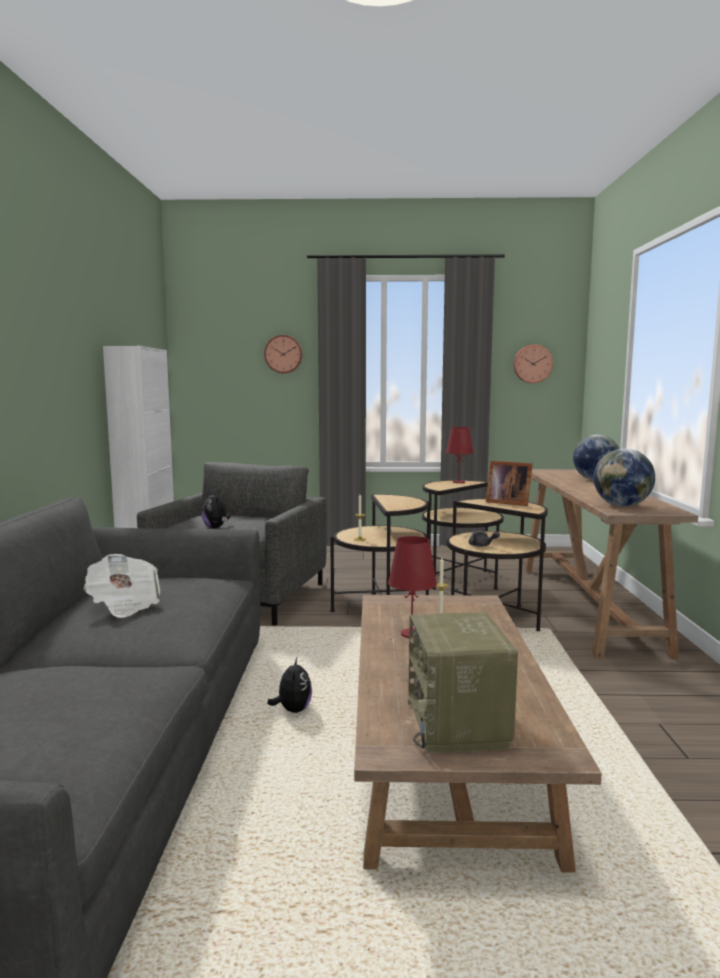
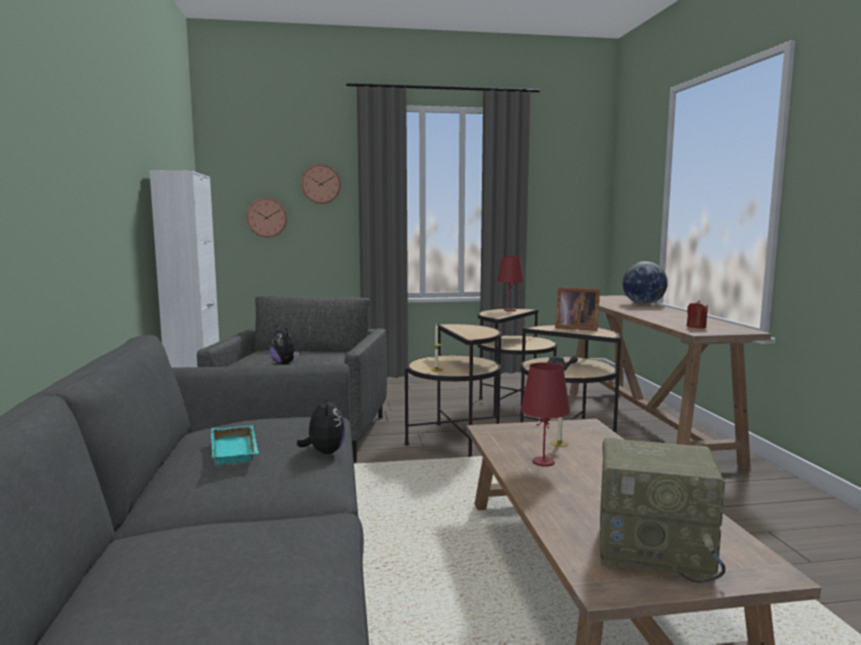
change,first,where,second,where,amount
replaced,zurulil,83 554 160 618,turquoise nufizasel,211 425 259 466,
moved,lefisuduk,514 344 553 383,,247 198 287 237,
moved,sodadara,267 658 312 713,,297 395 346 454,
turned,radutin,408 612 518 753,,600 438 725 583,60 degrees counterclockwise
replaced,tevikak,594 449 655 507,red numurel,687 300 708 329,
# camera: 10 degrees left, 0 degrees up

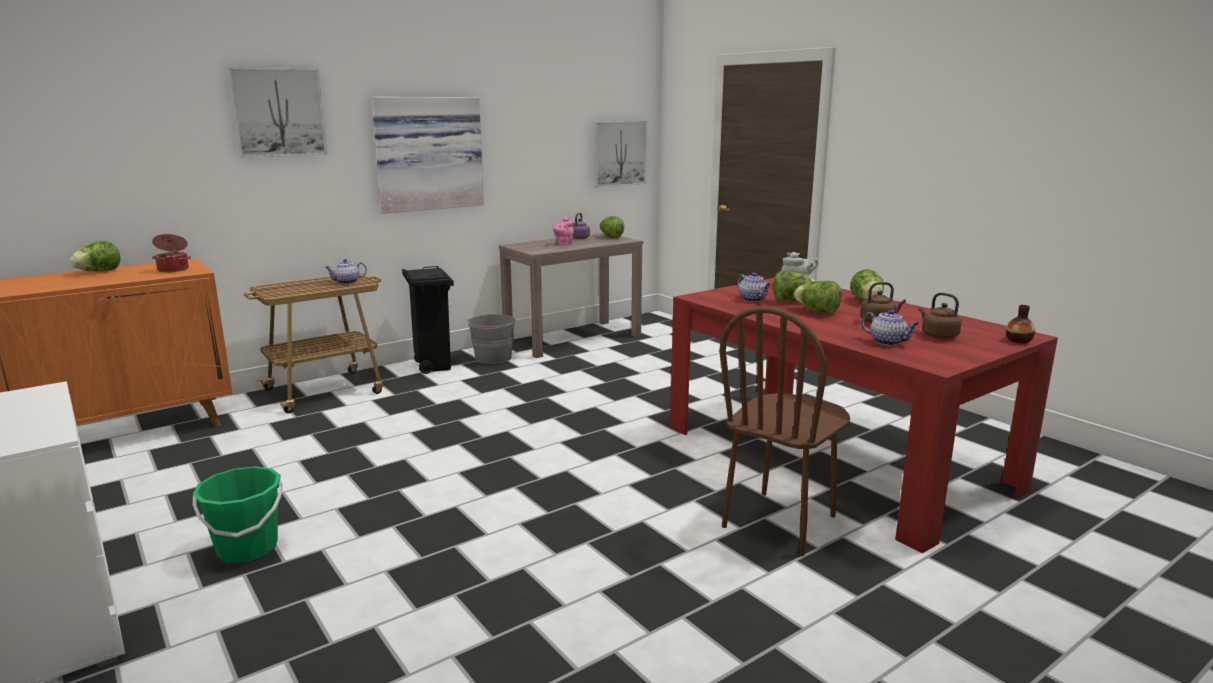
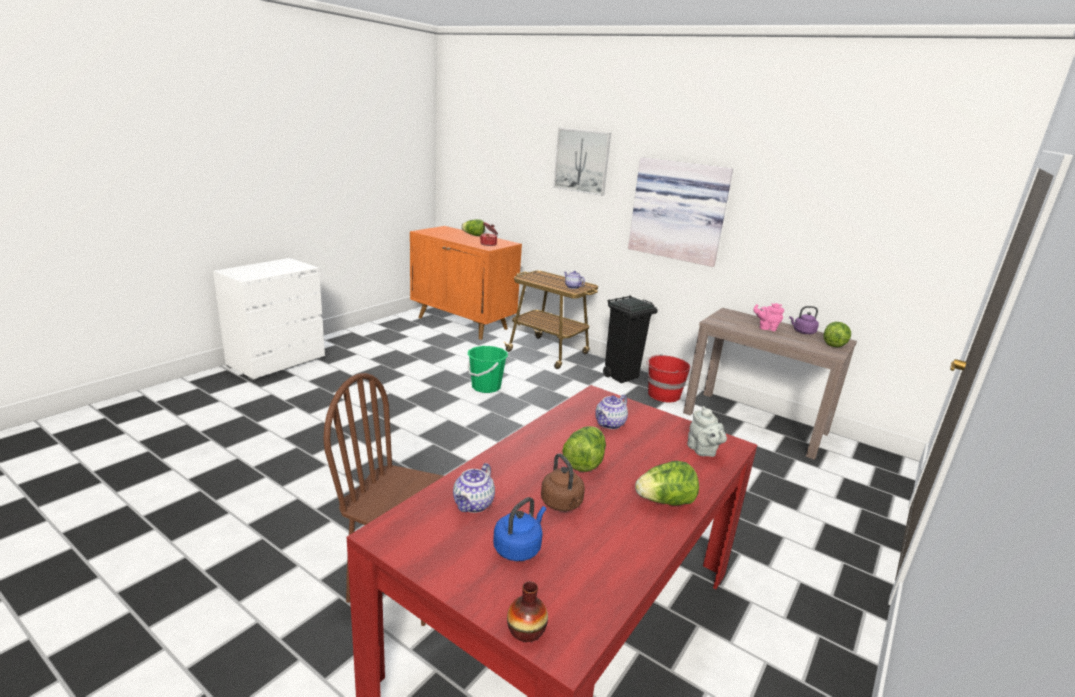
change,first,where,second,where,amount
moved,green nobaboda,192 466 282 563,,467 346 508 393,
recoloured,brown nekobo,919 293 962 339,blue nekobo,493 497 546 561,
recoloured,grey nobaboda,467 314 515 364,red nobaboda,646 354 690 402,
removed,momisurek,594 121 647 188,,,
removed,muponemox,773 271 815 302,,,
# camera: 70 degrees right, 5 degrees up

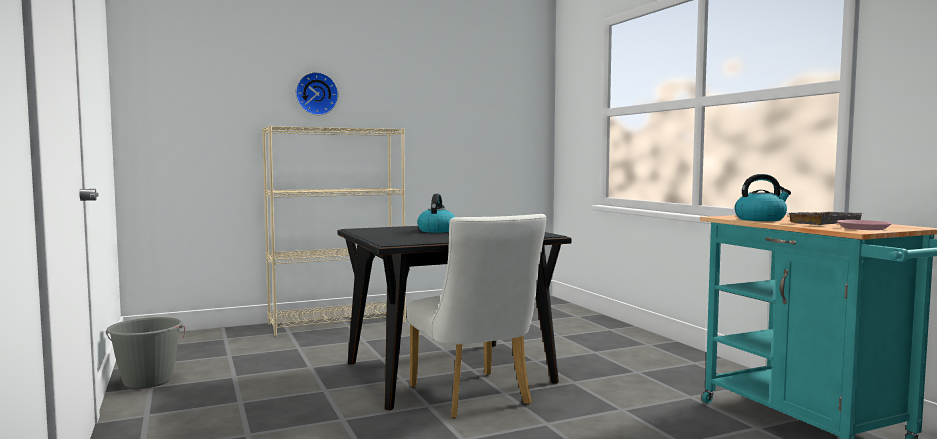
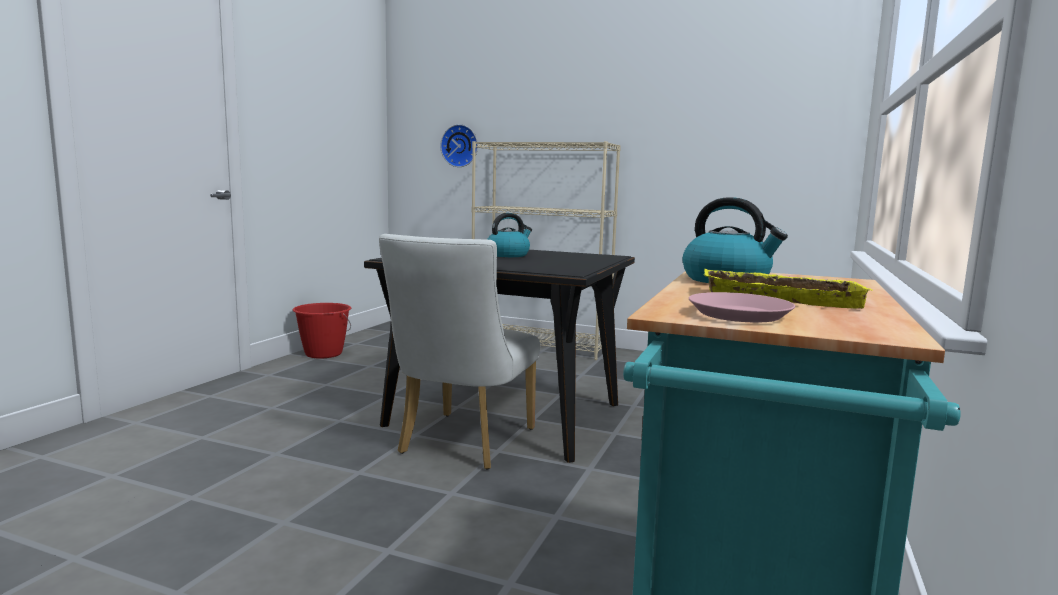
change,first,where,second,where,amount
recoloured,grey nobaboda,106 317 185 389,red nobaboda,293 303 351 359,
moved,lefisuduk,295 72 339 115,,440 124 478 167,
recoloured,grey nufizasel,786 212 863 225,yellow nufizasel,704 269 872 309,
# camera: 45 degrees right, 5 degrees up

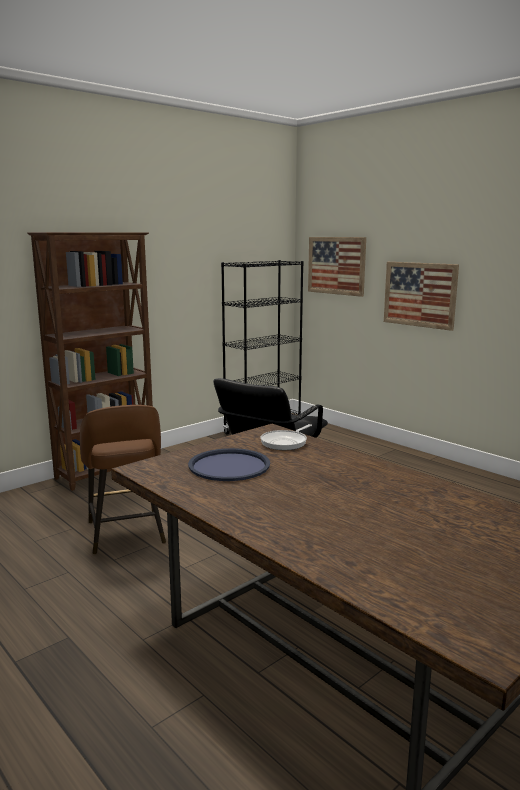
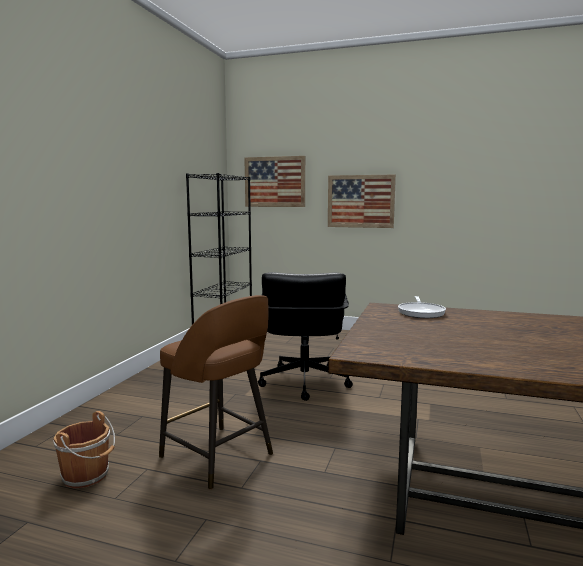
change,first,where,second,where,amount
added,,,brown nobaboda,53 411 115 488,
removed,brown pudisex,27 232 153 491,,,
removed,blue nufizasel,188 448 270 481,,,
# camera: 30 degrees left, 5 degrees down

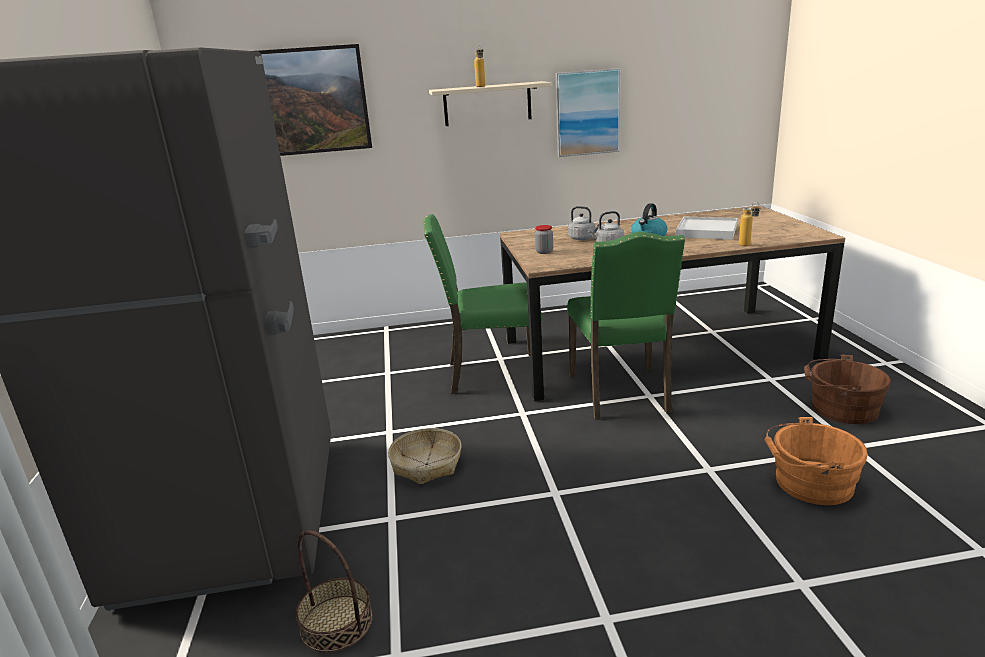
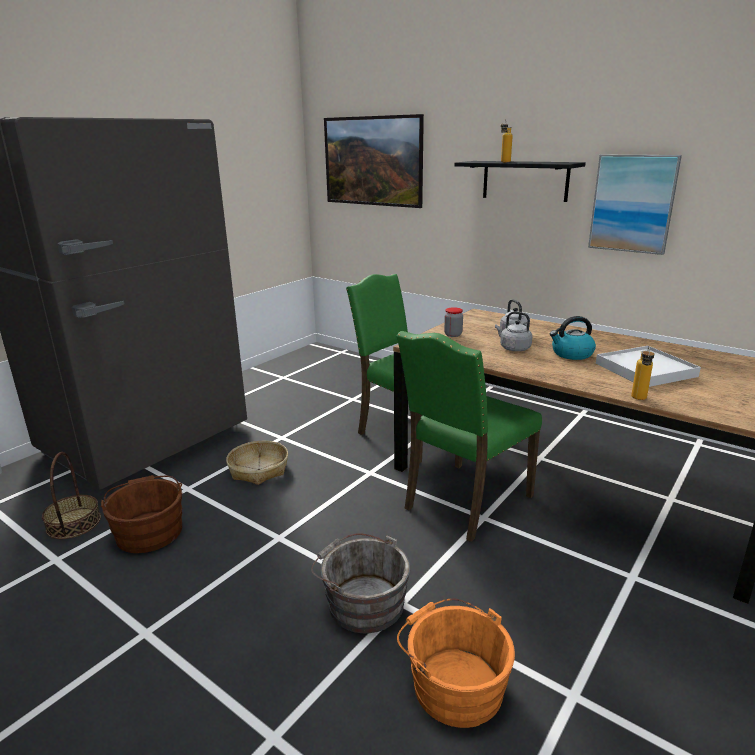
change,first,where,second,where,amount
moved,brown nobaboda,804 355 891 424,,101 475 182 553,
added,,,grey nobaboda,311 533 410 633,
recoloured,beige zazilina,429 81 552 126,black zazilina,454 161 586 202,
# camera: 45 degrees right, 0 degrees up

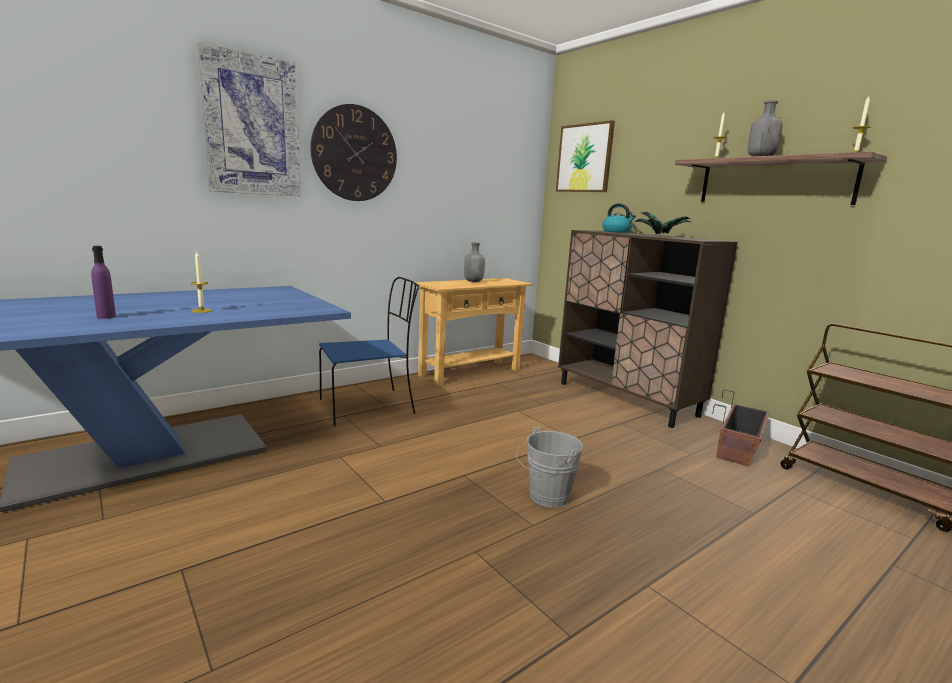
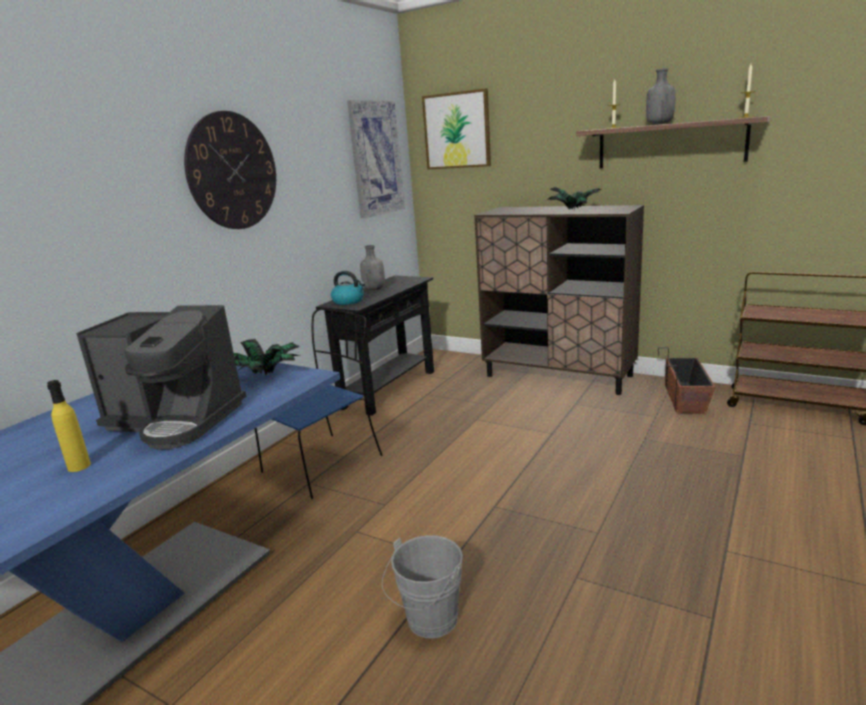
change,first,where,second,where,amount
recoloured,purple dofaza,91 246 116 319,yellow dofaza,47 380 91 472,
replaced,numurel,190 252 212 313,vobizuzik,76 305 246 450,
added,,,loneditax,234 339 300 375,
recoloured,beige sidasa,414 278 533 386,black sidasa,316 275 434 416,
moved,nekobo,602 203 636 233,,331 271 365 305,
moved,momisurek,198 42 301 197,,347 100 405 218,
moved,grey nobaboda,516 426 583 508,,382 535 463 638,
# camera: 20 degrees left, 5 degrees up

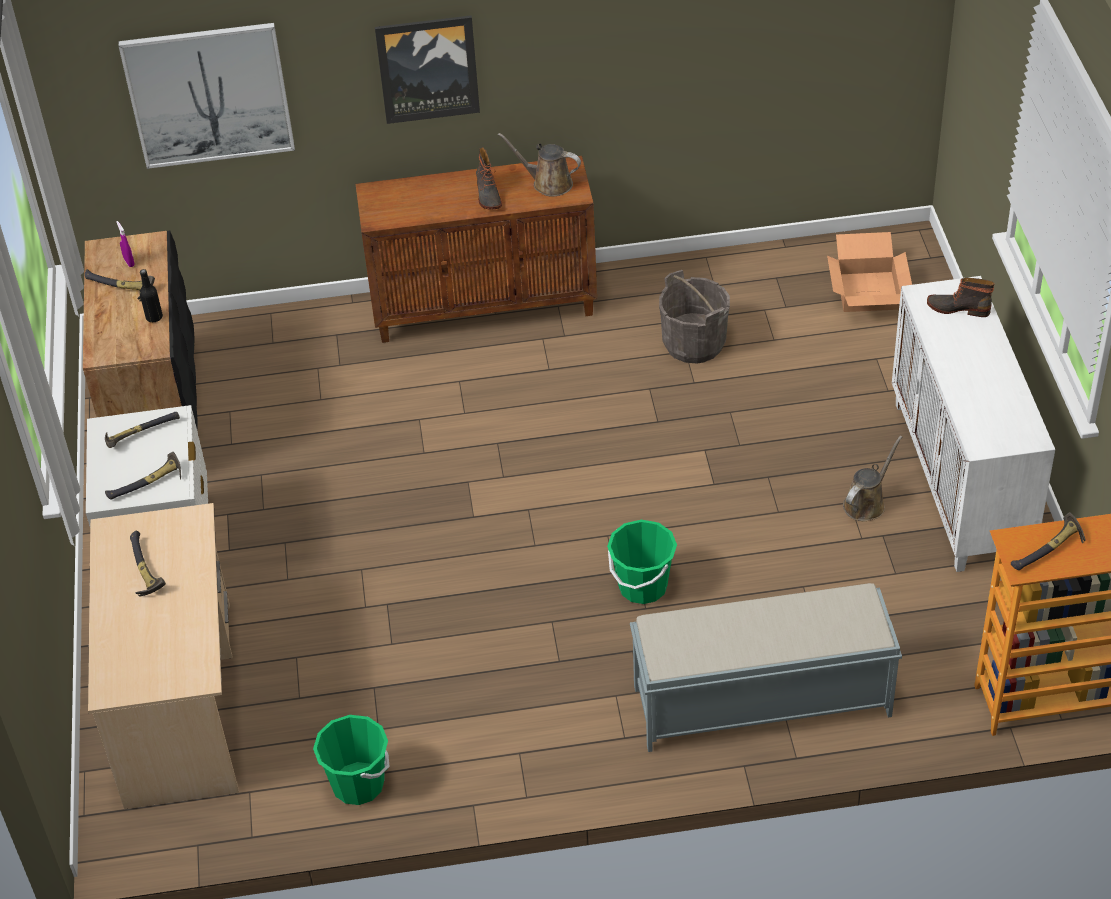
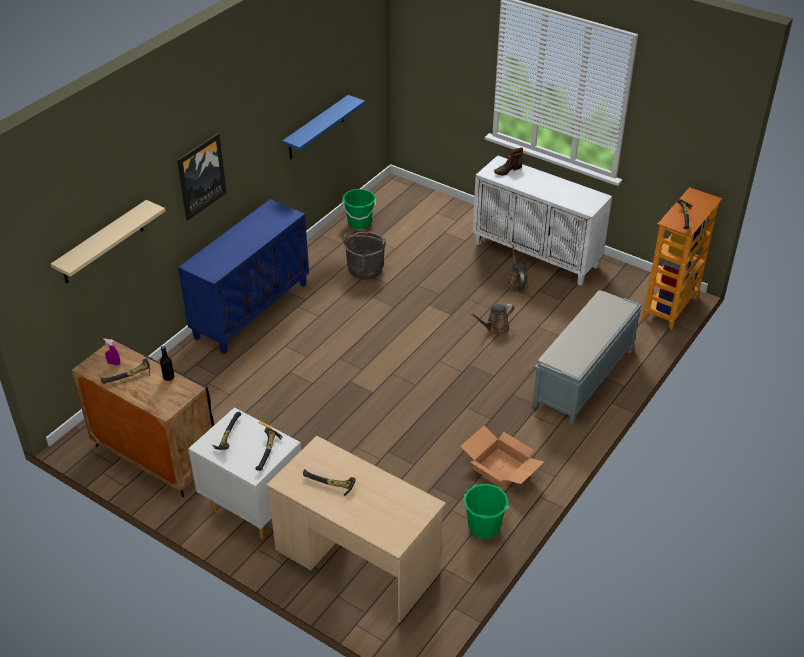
change,first,where,second,where,amount
replaced,momisurek,118 23 295 169,beige zazilina,50 200 165 283,
recoloured,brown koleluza,356 156 597 343,blue koleluza,178 199 309 354,
added,,,blue zazilina,282 95 365 159,
moved,green nobaboda,607 520 677 604,,342 189 376 229,
moved,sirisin,827 232 912 312,,461 425 544 489,
moved,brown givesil,498 133 581 197,,470 304 514 334,
removed,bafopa,476 148 502 210,,,
# camera: 50 degrees left, 5 degrees down

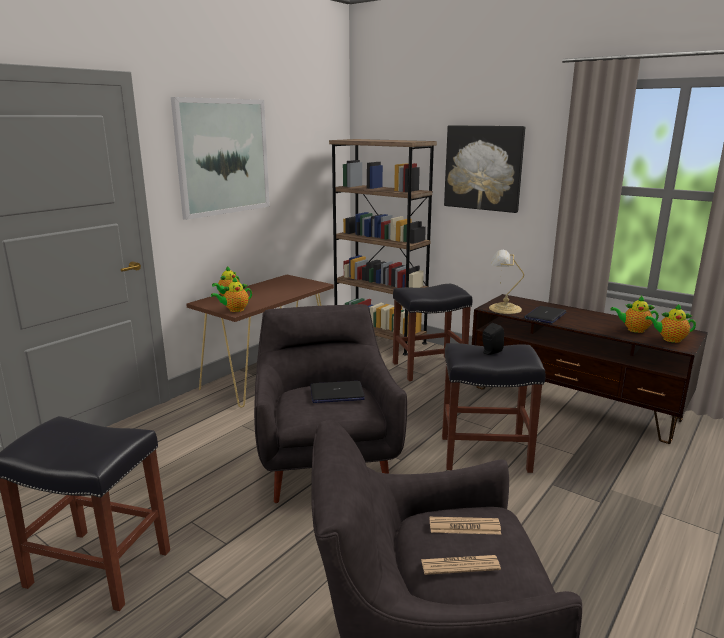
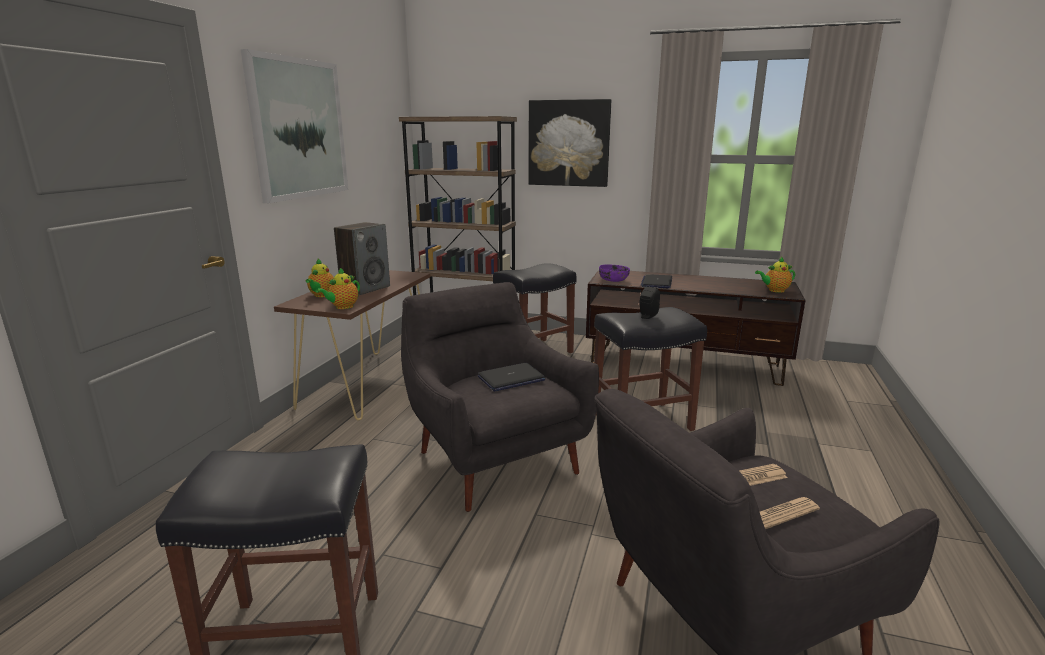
change,first,where,second,where,amount
added,,,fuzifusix,334 222 390 295,
replaced,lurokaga,489 250 524 314,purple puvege,599 264 630 282,
removed,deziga,610 296 659 333,,,
# camera: 20 degrees left, 0 degrees up

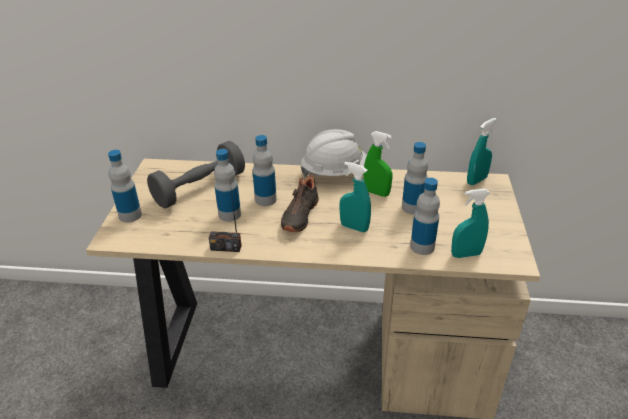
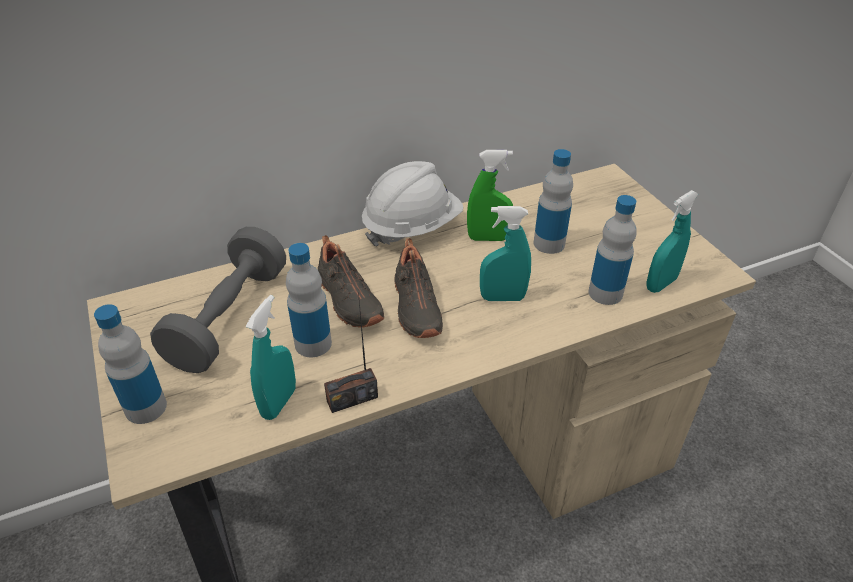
change,first,where,second,where,amount
moved,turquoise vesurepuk,467 118 497 185,,246 295 296 420,
replaced,dofaza,252 135 277 206,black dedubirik,318 235 384 328,
# camera: 30 degrees left, 5 degrees up

